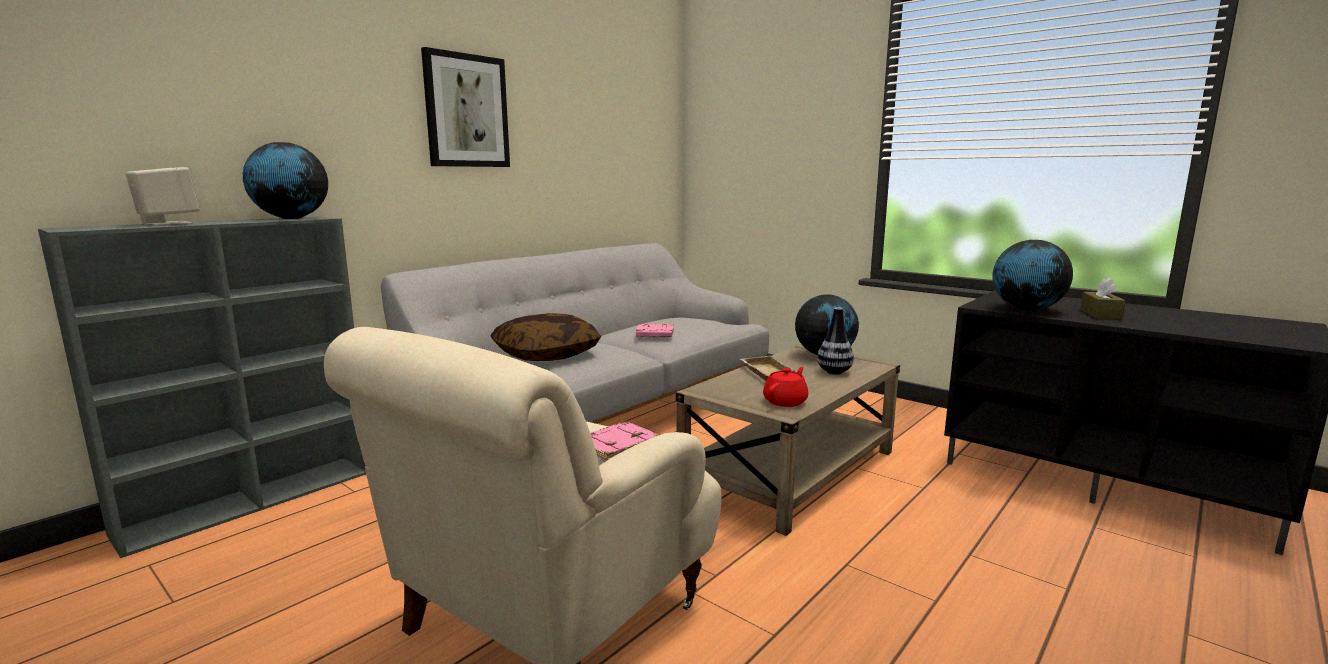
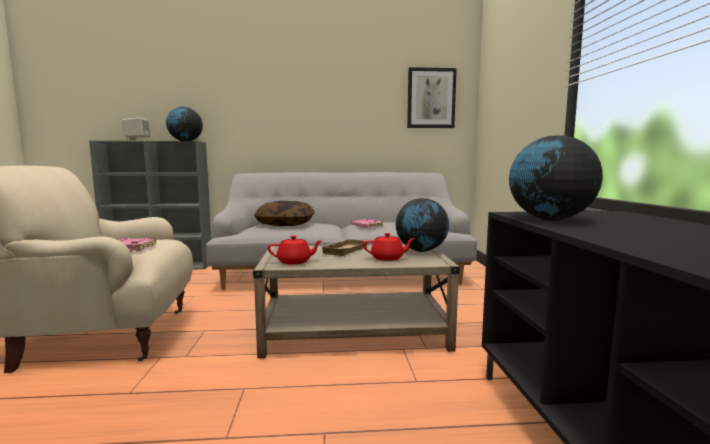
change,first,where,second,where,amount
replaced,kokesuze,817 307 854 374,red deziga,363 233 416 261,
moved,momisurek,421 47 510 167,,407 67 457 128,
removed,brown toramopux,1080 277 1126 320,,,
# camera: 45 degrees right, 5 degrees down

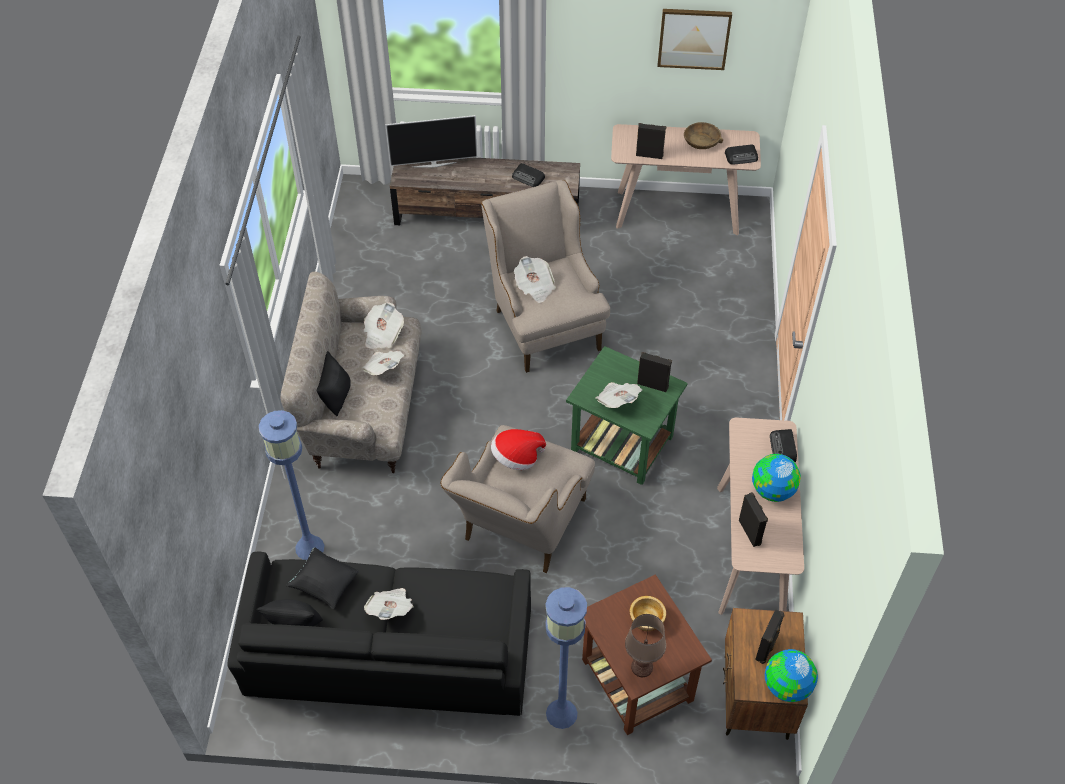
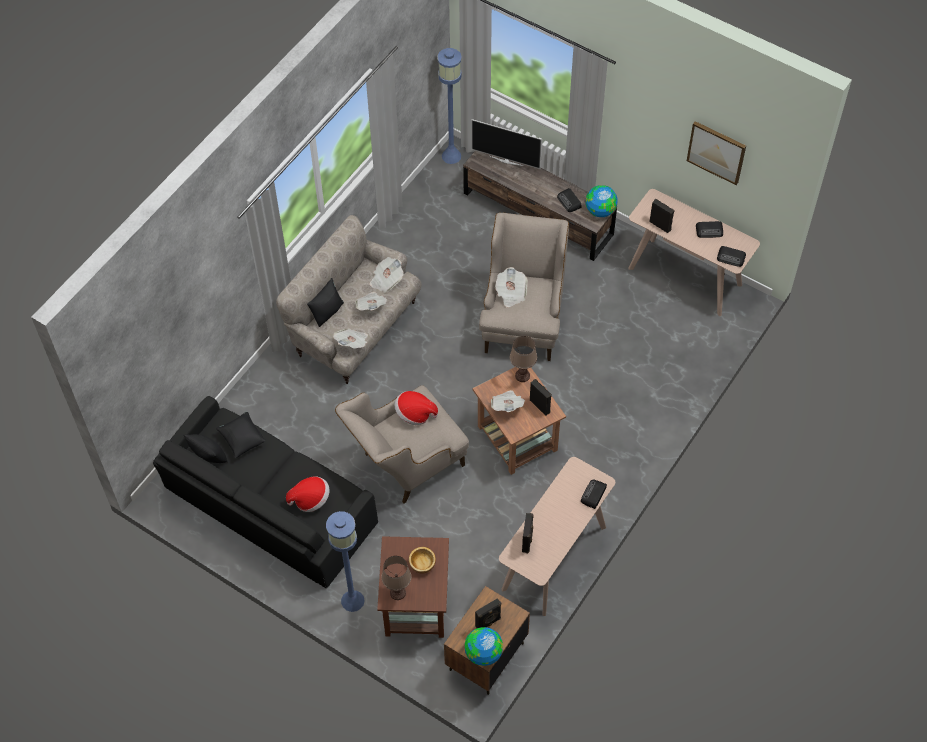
change,first,where,second,where,amount
added,,,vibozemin,286 476 330 512,
moved,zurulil,364 588 414 620,,333 328 368 349,
moved,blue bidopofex,259 410 325 560,,437 48 462 164,
recoloured,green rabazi,566 346 688 485,brown rabazi,472 367 566 475,
added,,,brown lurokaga,510 336 537 382,
moved,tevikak,752 454 801 502,,586 185 618 217,
replaced,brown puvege,684 122 723 149,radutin,696 221 723 238,
# camera: 30 degrees right, 5 degrees up

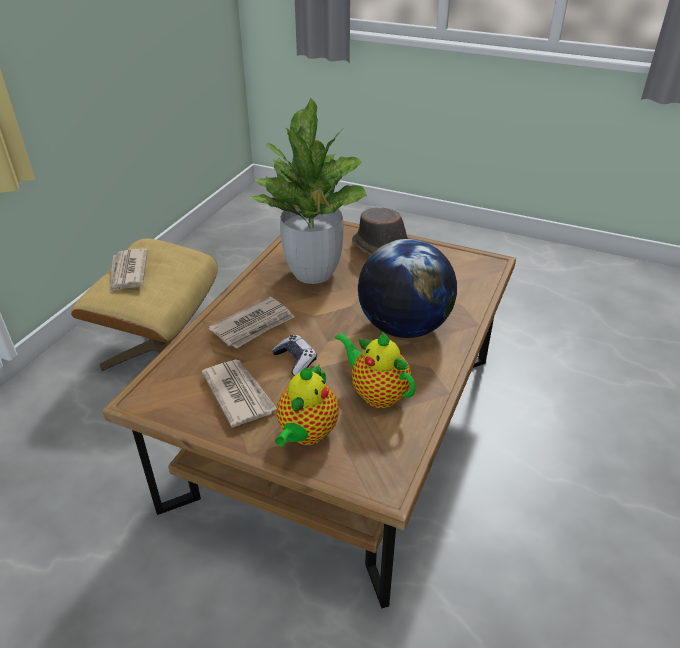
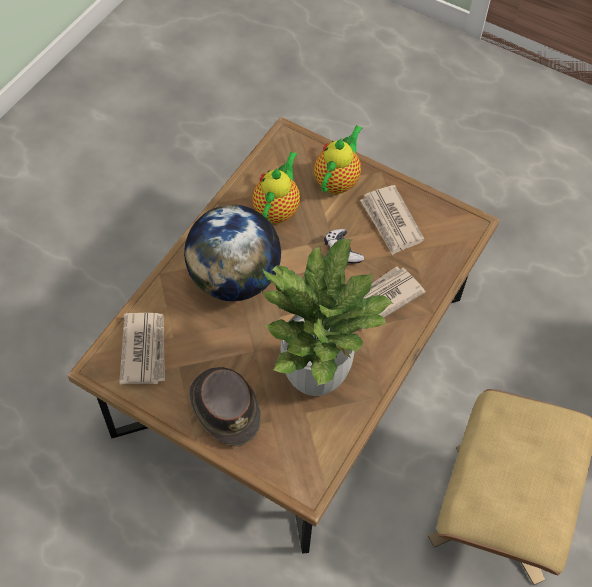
change,first,where,second,where,amount
moved,zurulil,111 248 148 292,,119 313 165 384,
turned,deziga,335 331 416 408,,252 151 300 224,120 degrees counterclockwise
# camera: 175 degrees left, 20 degrees up

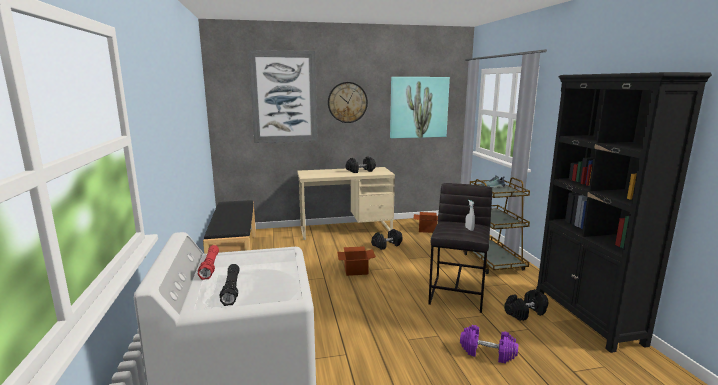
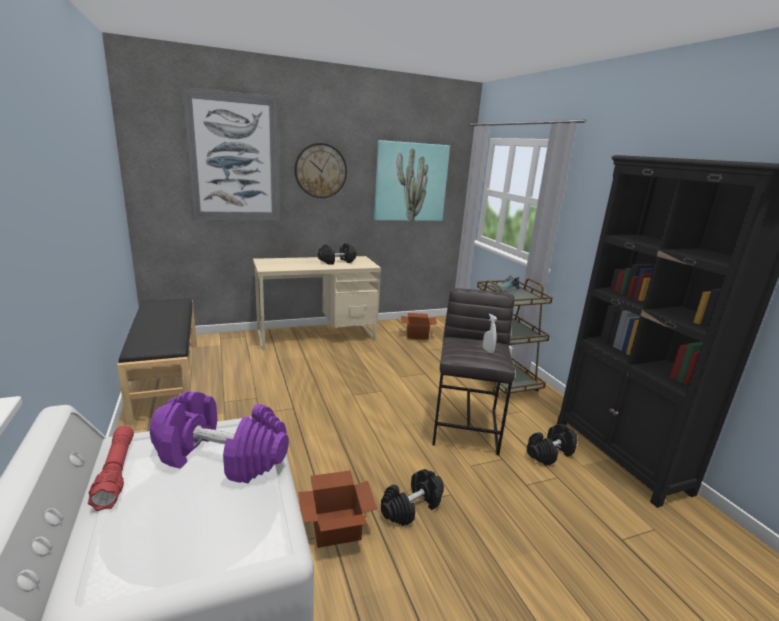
change,first,where,second,where,amount
moved,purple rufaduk,460 325 518 364,,150 391 289 483,
moved,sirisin,337 246 376 276,,298 470 377 548,
moved,black rufaduk,371 229 403 250,,381 469 444 526,
removed,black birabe,220 264 240 306,,,
# camera: 10 degrees left, 5 degrees up

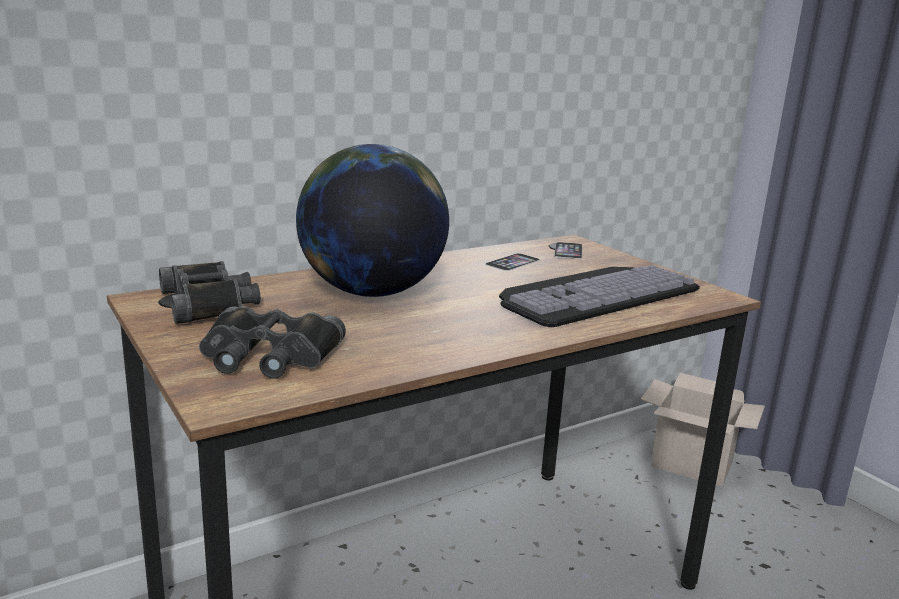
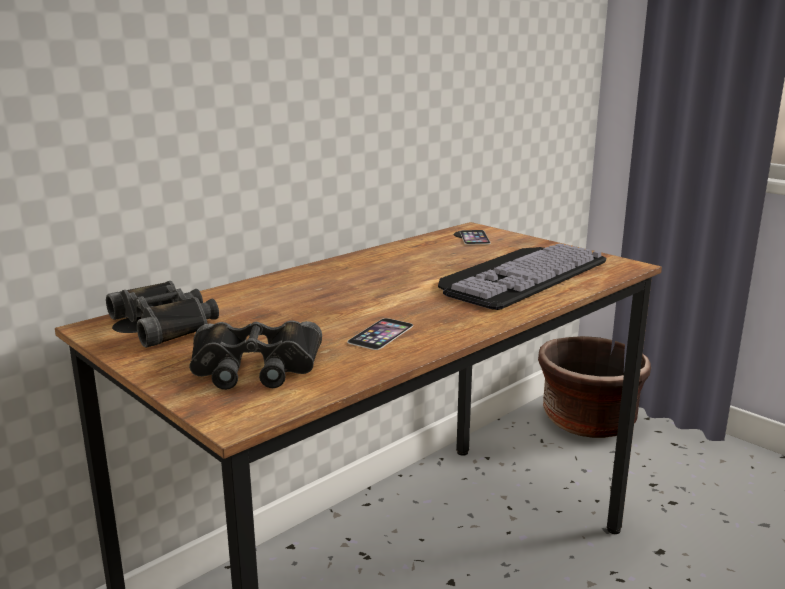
change,first,where,second,where,amount
moved,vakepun,485 253 540 271,,347 318 413 350,
replaced,sirisin,641 373 765 487,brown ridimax,538 336 651 438,
removed,tevikak,296 144 449 297,,,
# camera: 10 degrees left, 0 degrees up

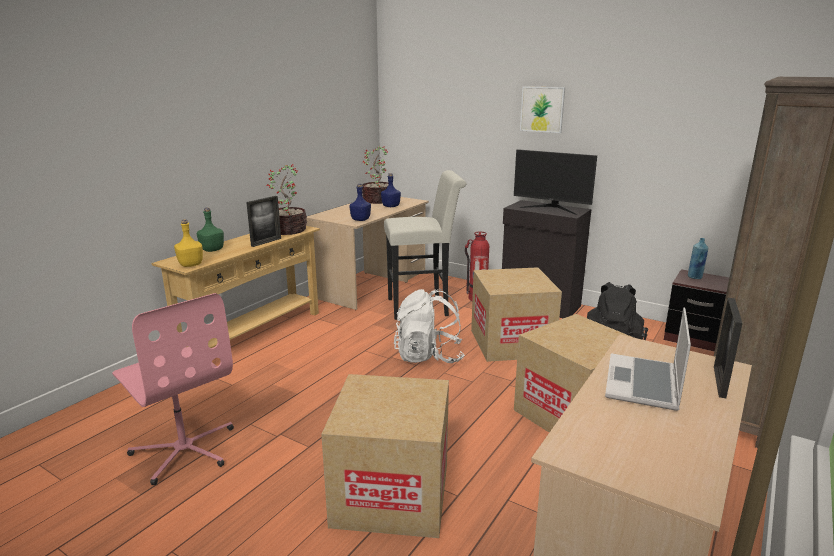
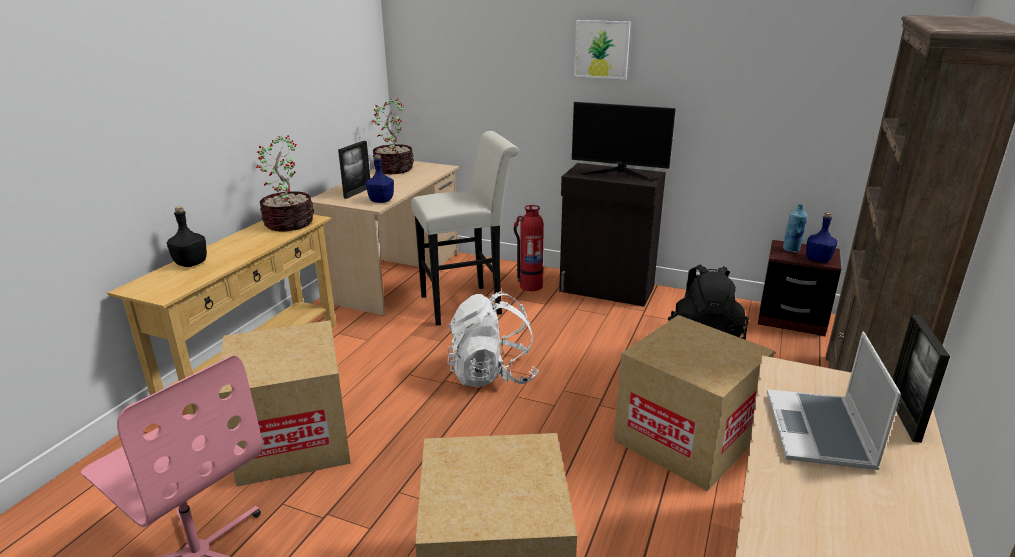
change,first,where,second,where,amount
recoloured,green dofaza,197 207 224 252,black dofaza,167 207 207 267,
moved,sirisin,471 267 562 362,,219 320 351 487,
moved,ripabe,246 196 281 247,,338 141 370 199,
moved,blue dofaza,381 173 401 207,,806 213 838 263,
removed,yellow dofaza,174 219 203 267,,,
# camera: 10 degrees left, 5 degrees up

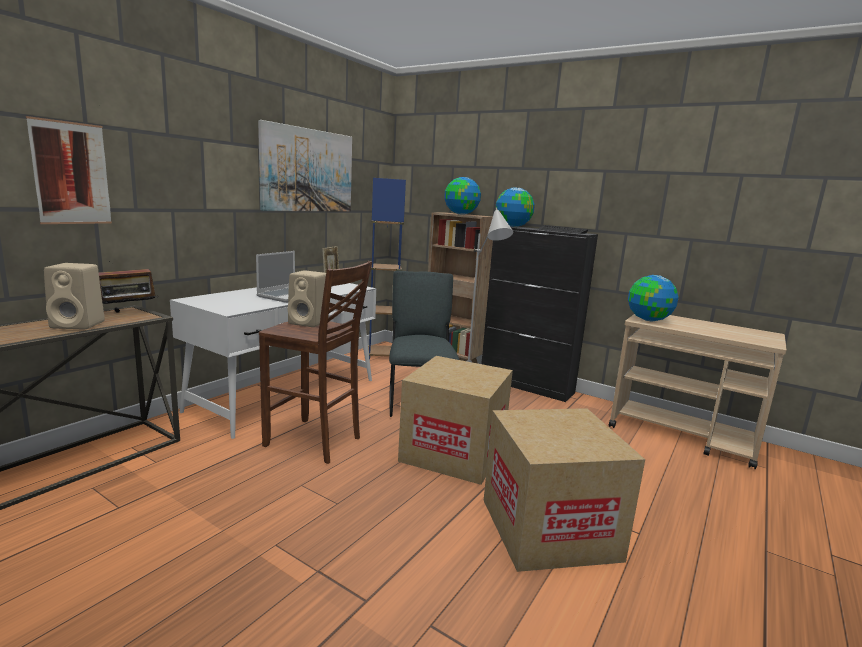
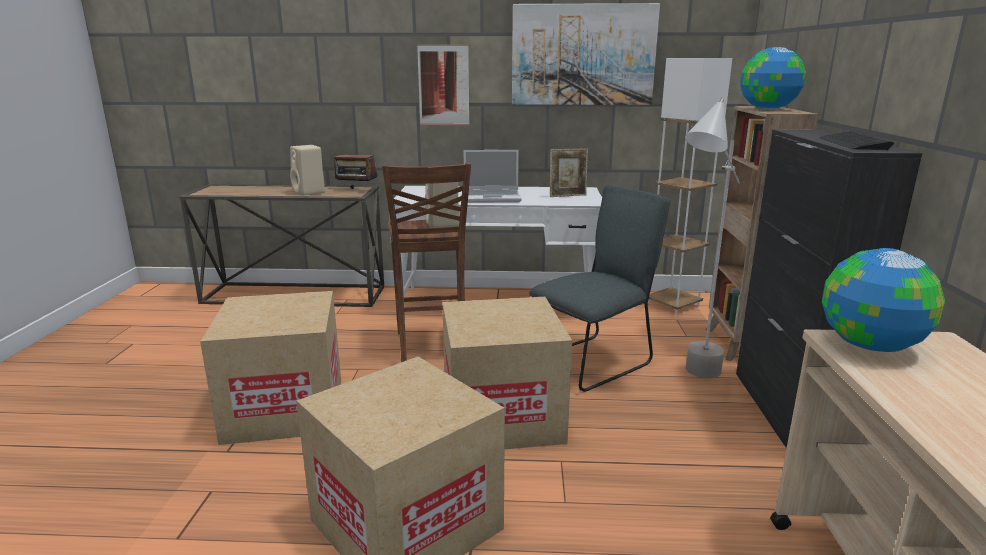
change,first,where,second,where,amount
added,,,sirisin,200 291 341 445,
moved,momisurek,26 116 112 224,,417 44 469 125,
recoloured,blue bidopofex,368 178 406 359,white bidopofex,648 58 732 315,
removed,tevikak,496 187 535 227,,,
# camera: 60 degrees right, 5 degrees up

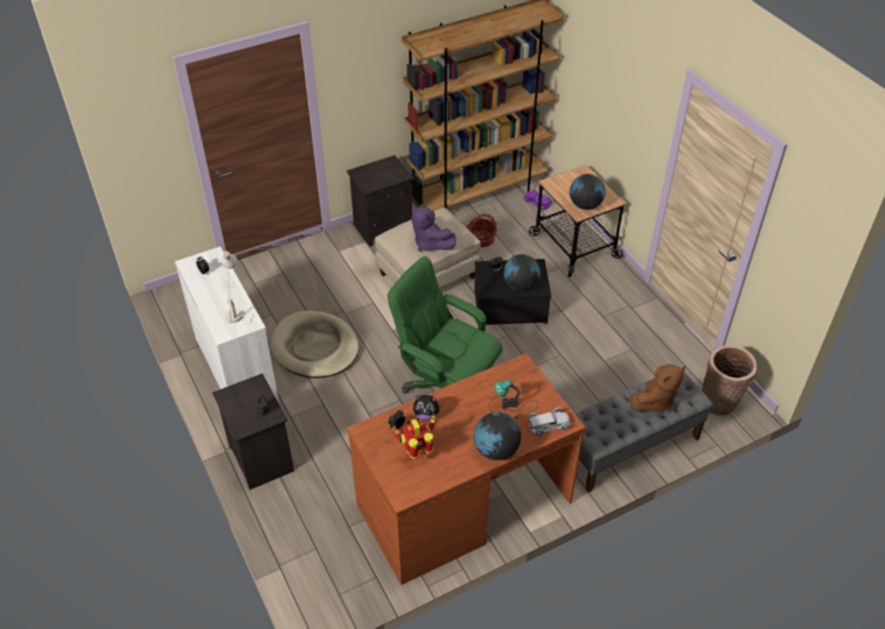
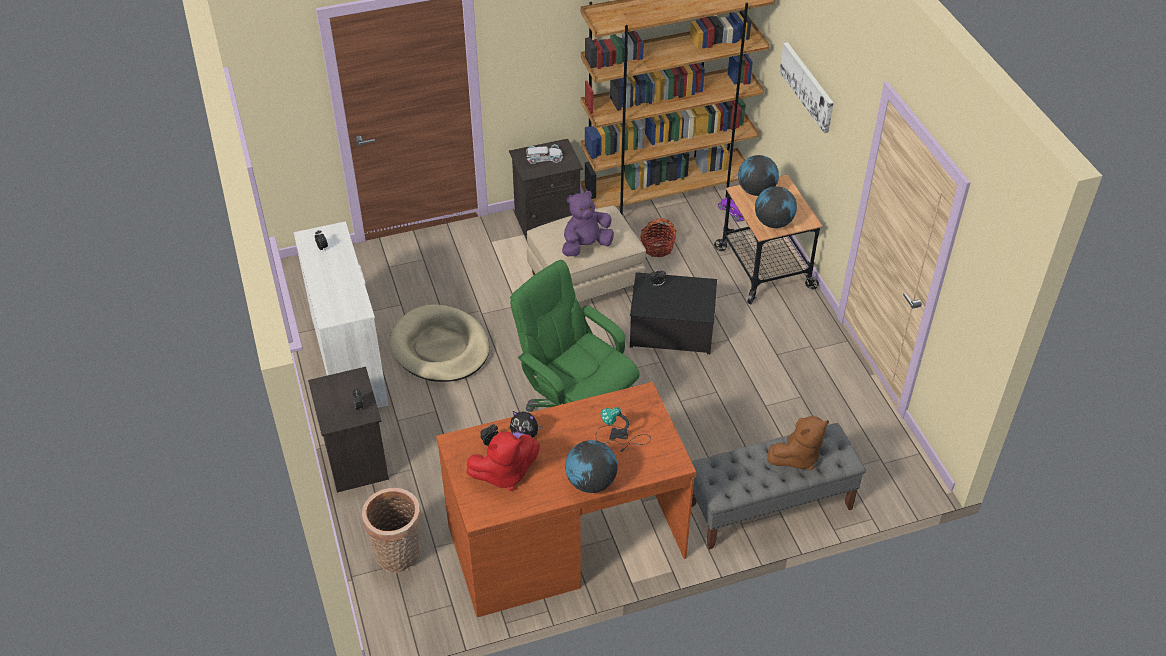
change,first,where,second,where,amount
moved,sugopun,702 345 757 416,,362 488 421 573,
replaced,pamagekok,390 412 438 459,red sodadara,467 432 540 491,
moved,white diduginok,528 407 570 436,,526 144 563 164,
turned,purple sodadara,411 205 456 251,,562 191 614 256,90 degrees clockwise
moved,tevikak,504 254 540 291,,738 155 779 196,
added,,,momisurek,780 42 834 133,
removed,white lurokaga,222 251 242 323,,,
# camera: 10 degrees right, 0 degrees up

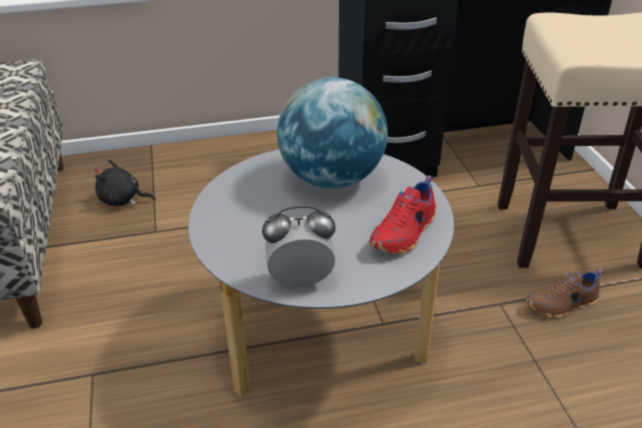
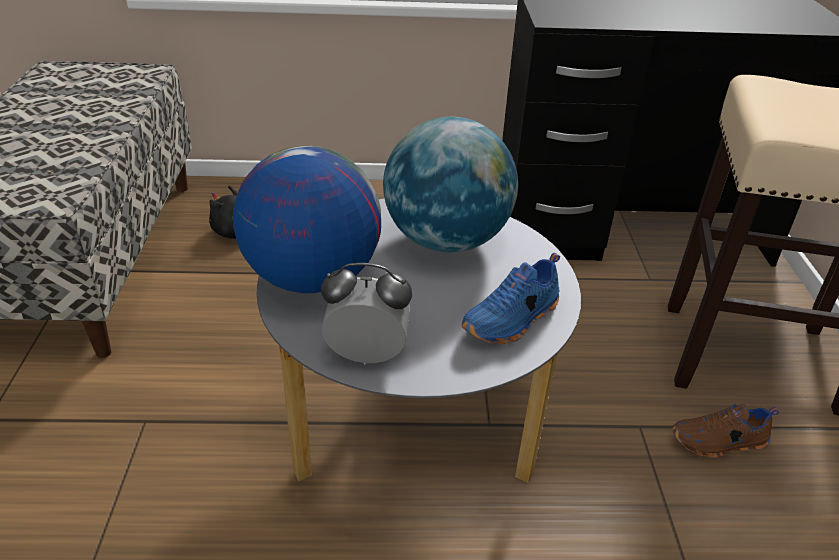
change,first,where,second,where,amount
added,,,tevikak,233 146 381 293,
recoloured,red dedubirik,369 175 436 254,blue dedubirik,462 253 560 344,
# camera: 10 degrees right, 0 degrees up

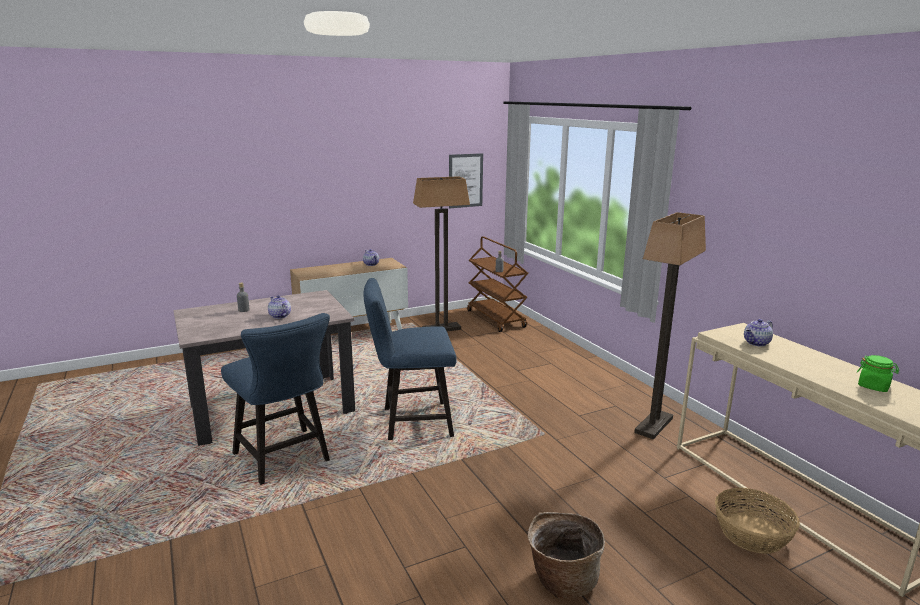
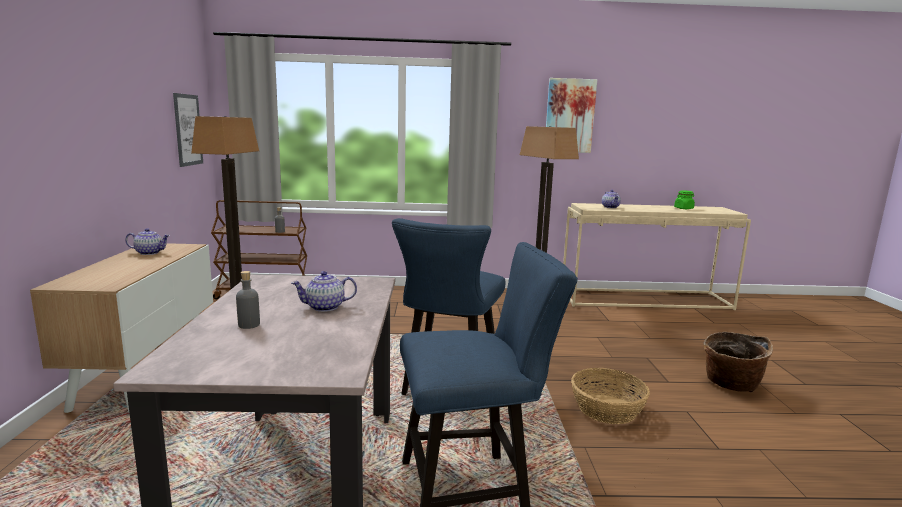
change,first,where,second,where,amount
added,,,momisurek,546 78 597 153,
moved,sugopun,715 488 800 554,,571 368 650 424,
# camera: 65 degrees left, 5 degrees down

